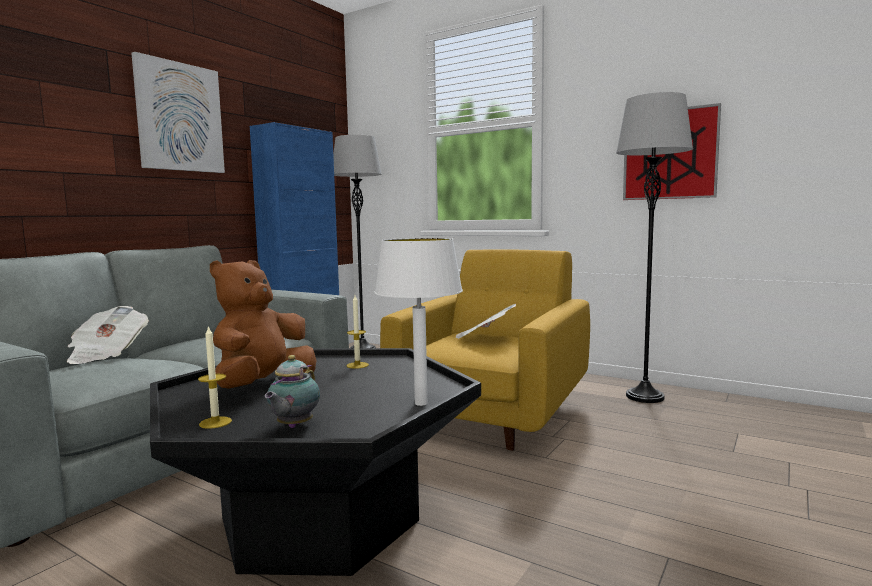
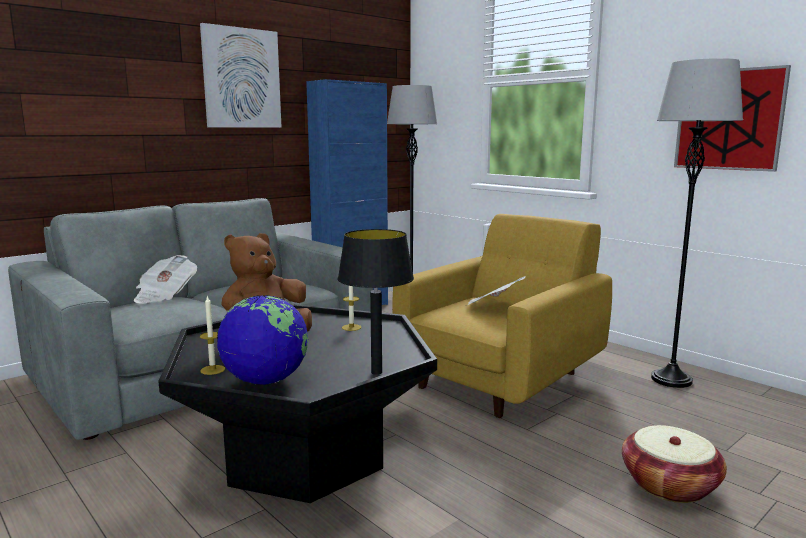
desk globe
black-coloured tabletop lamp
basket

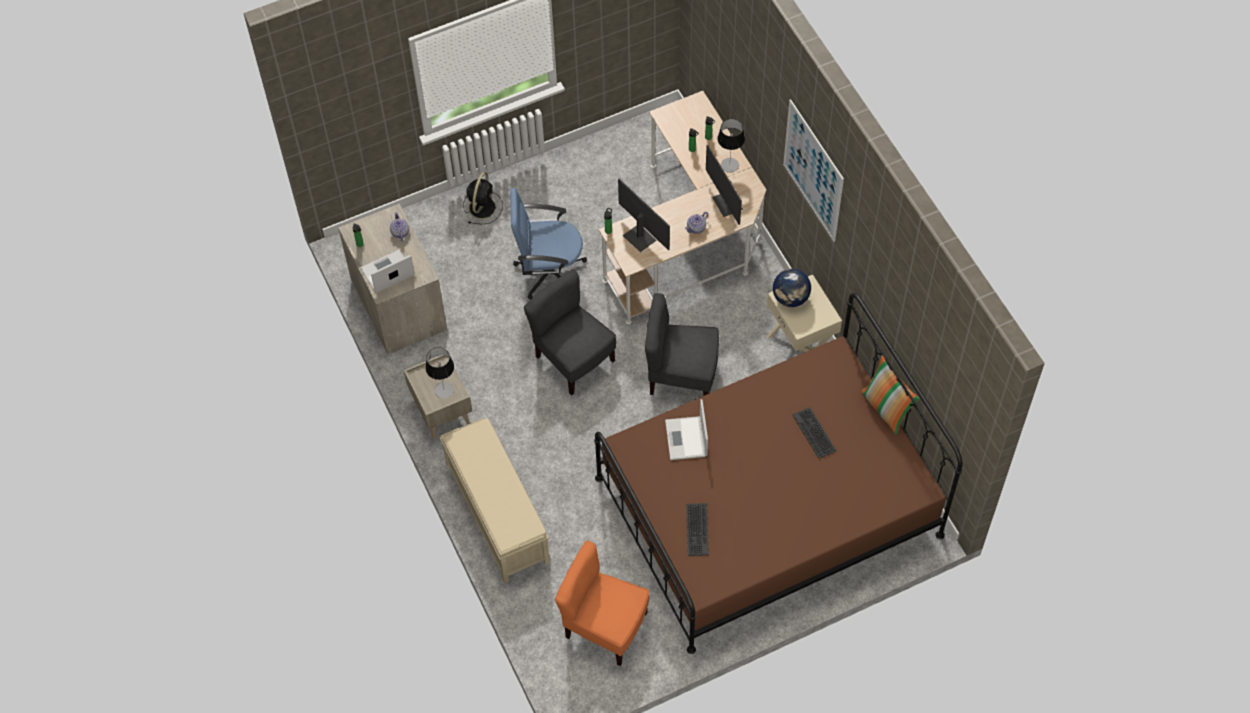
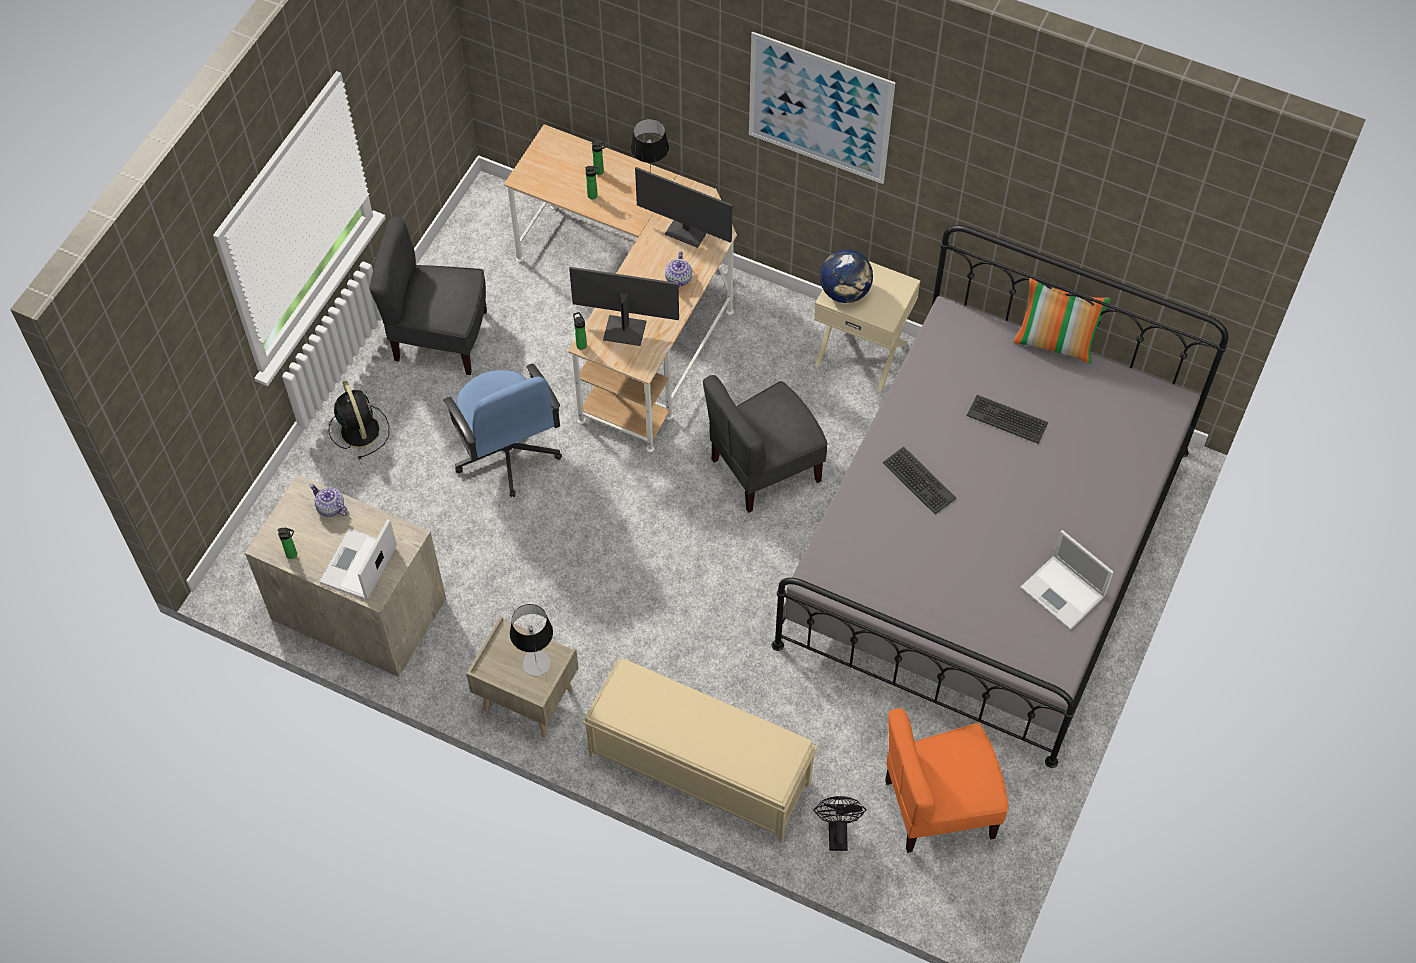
blue-coloured desk chair
greyish plain chair (no. 1 from left)
greyish bedroom bed
notebook computer (no. 2 from left)
PC keyboard (no. 1 from left)
black-coloured fan (no. 2 from left)

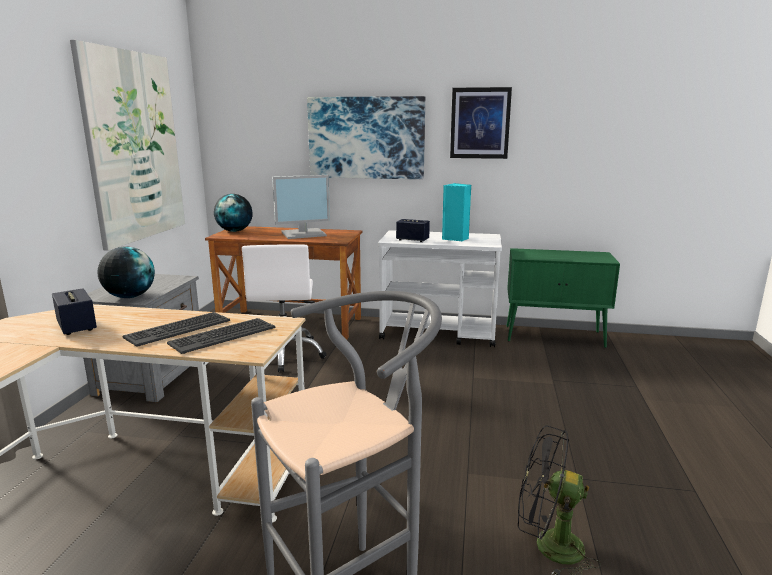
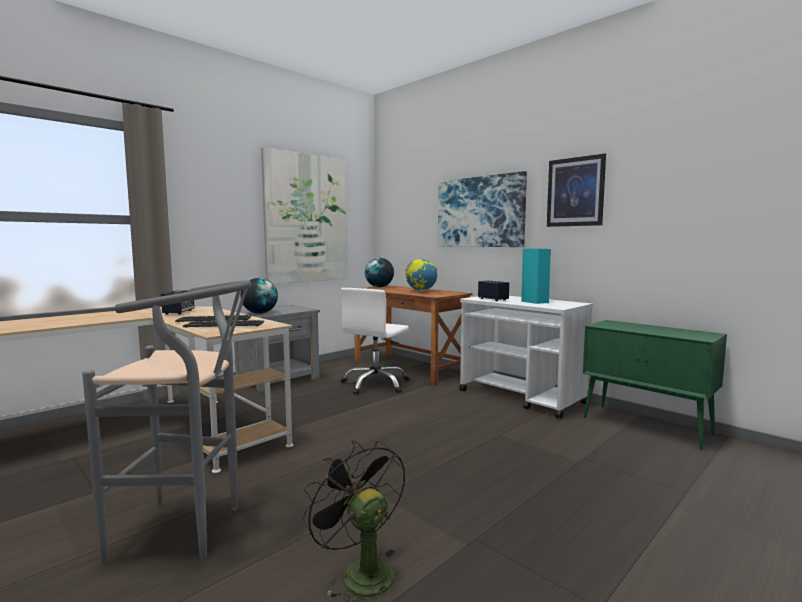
desk globe (no. 3 from left)

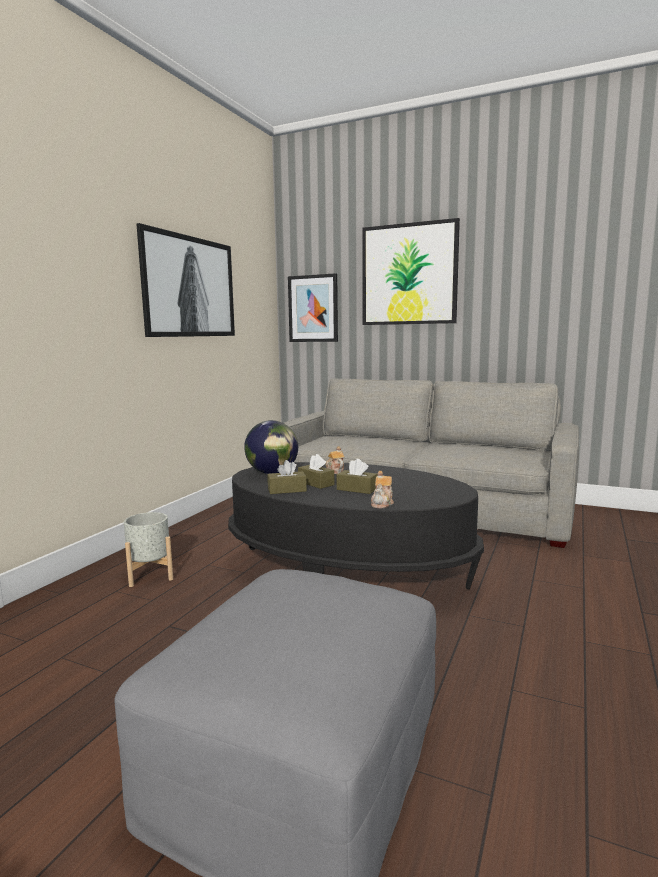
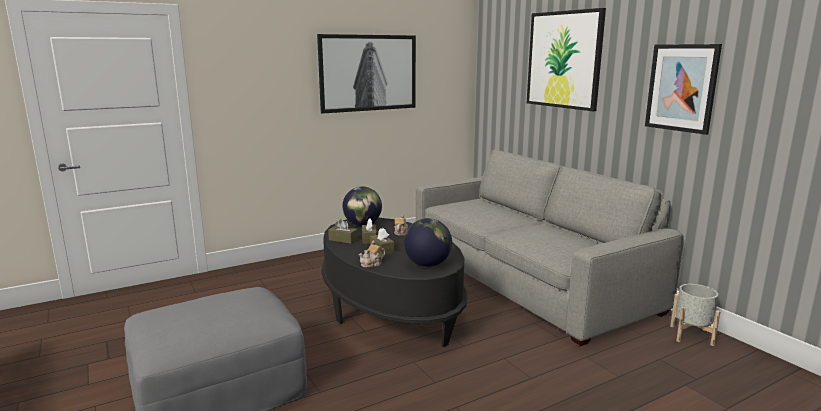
greyish flower pot
wall art (no. 3 from left)
desk globe (no. 2 from left)

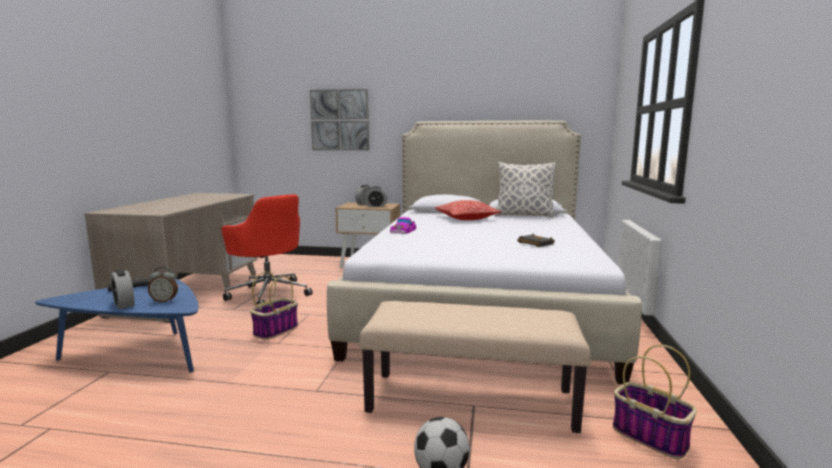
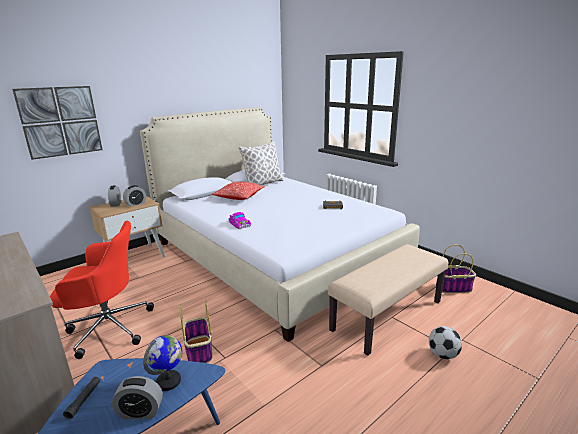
desk globe

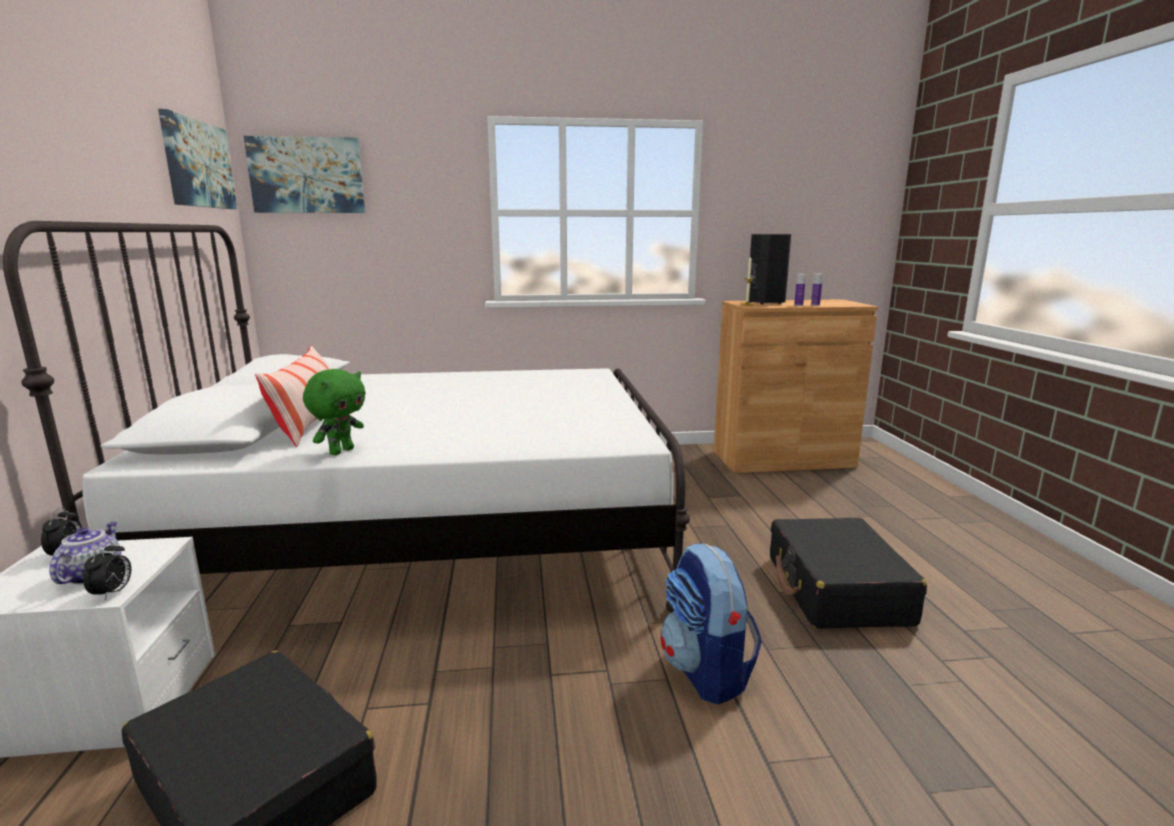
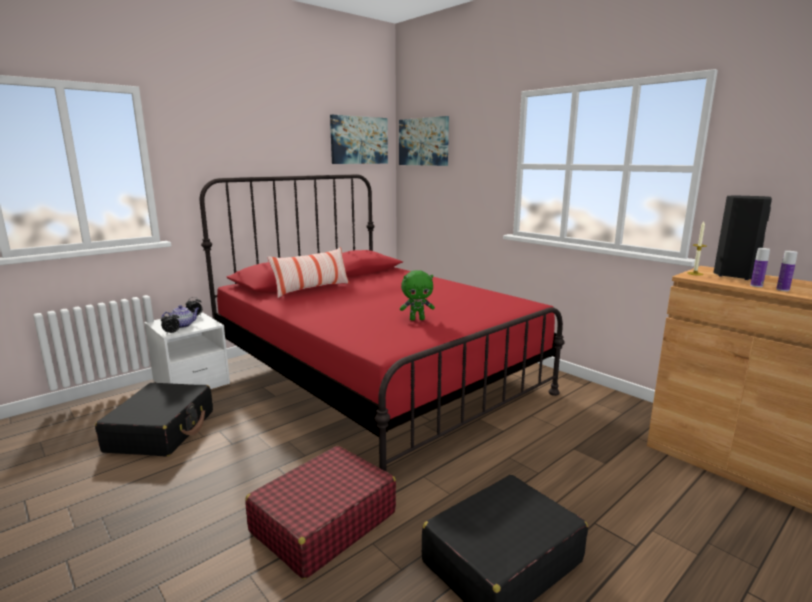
red-coloured bedroom bed
greenish plush toy
red-coloured piece of luggage

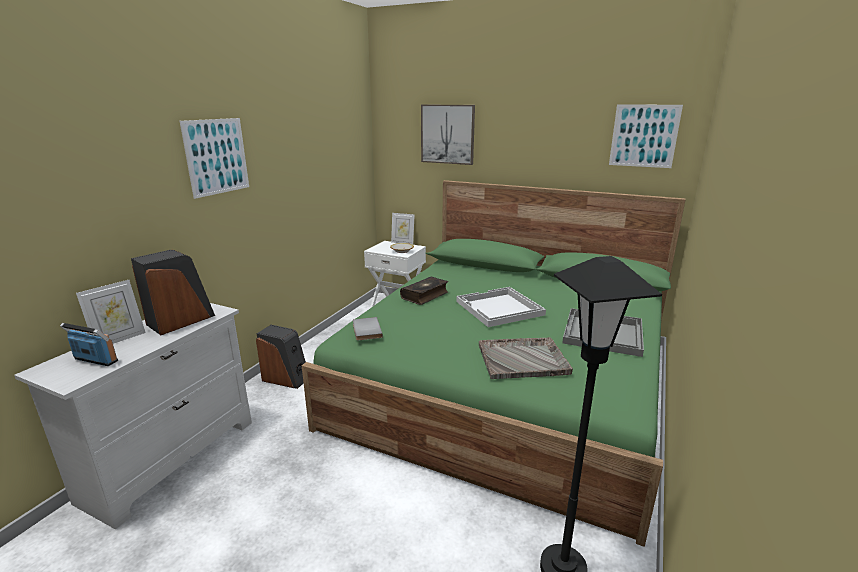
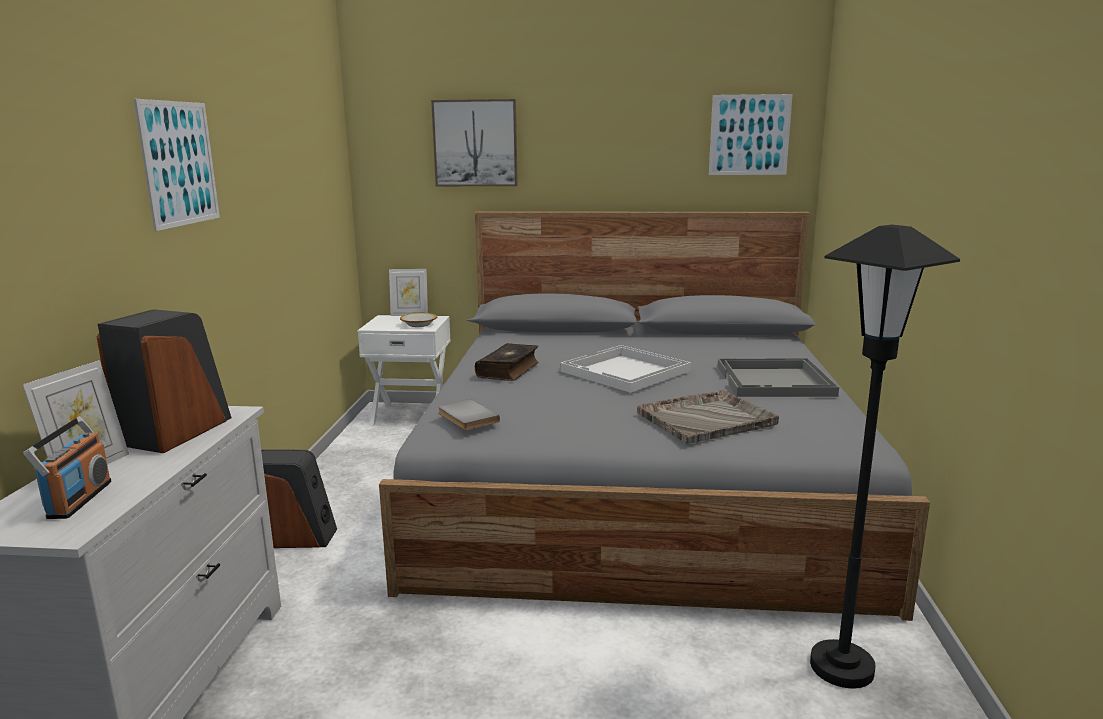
radio
greyish bedroom bed

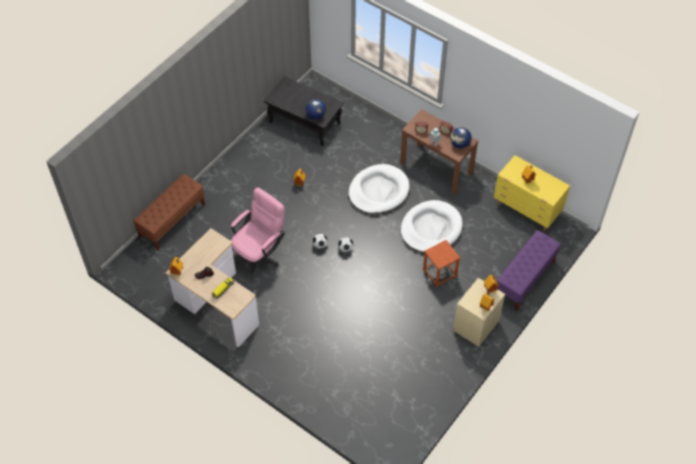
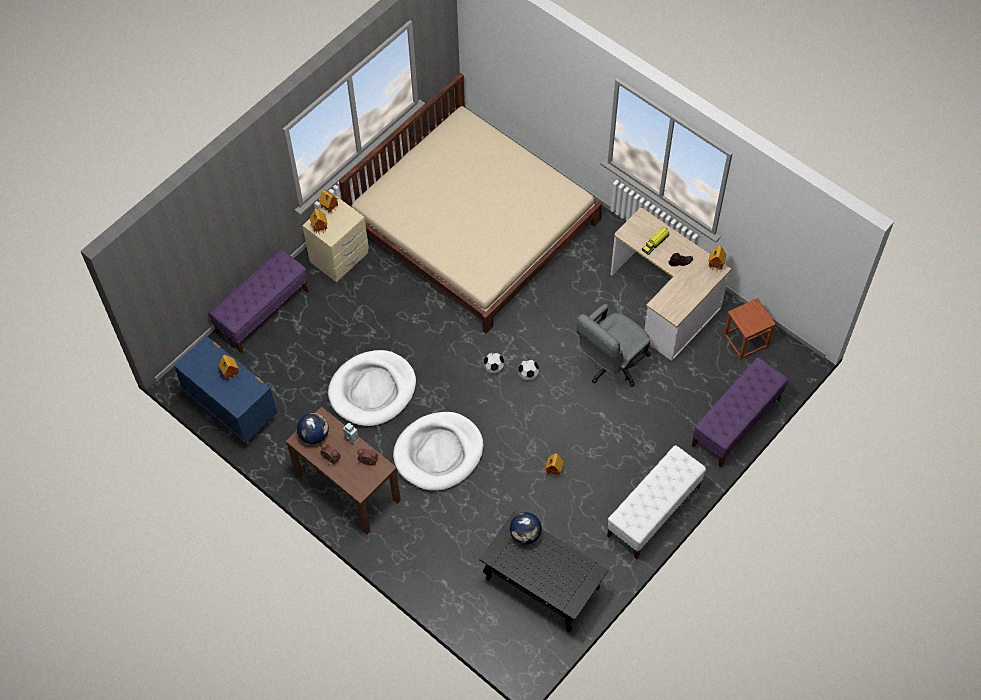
purplish long seat (no. 2 from left)
greyish desk chair
brown sitting stool
blue-coloured drawer chest
beige bedroom bed
white-coloured long seat

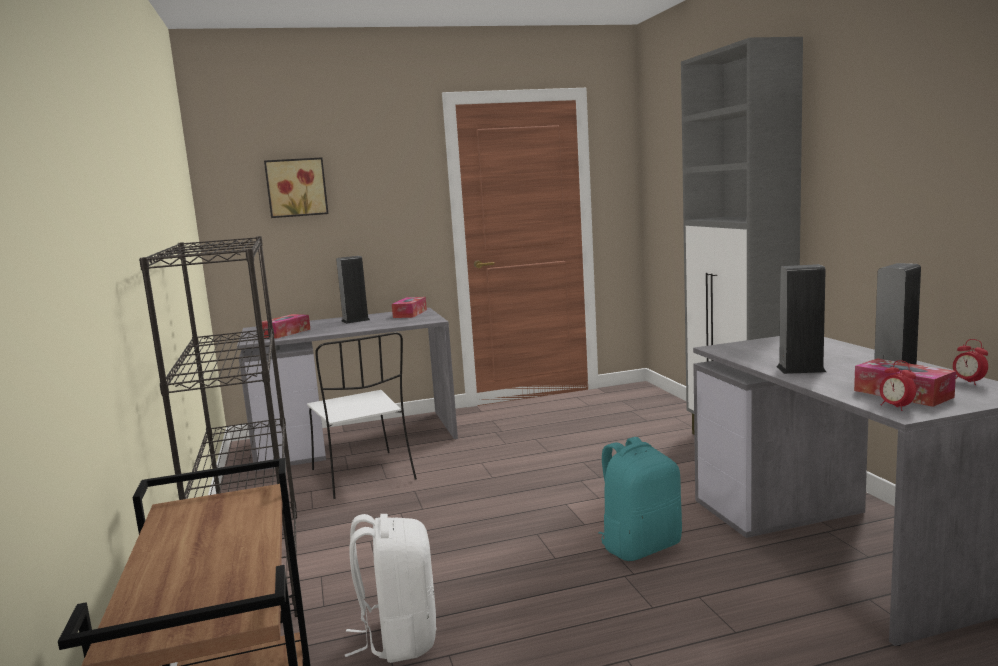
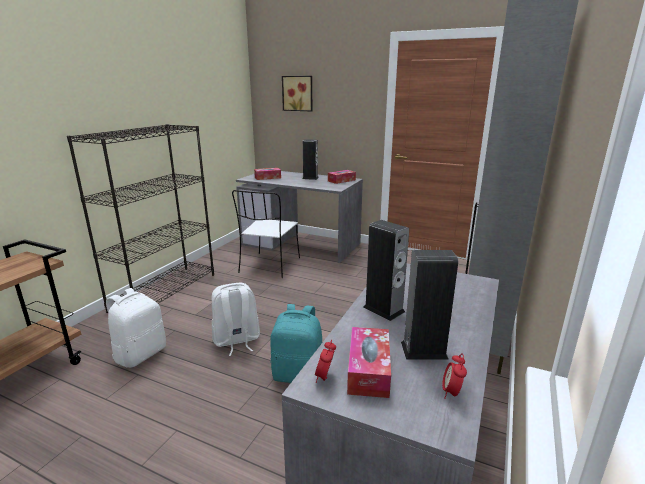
white-coloured knapsack (no. 2 from left)

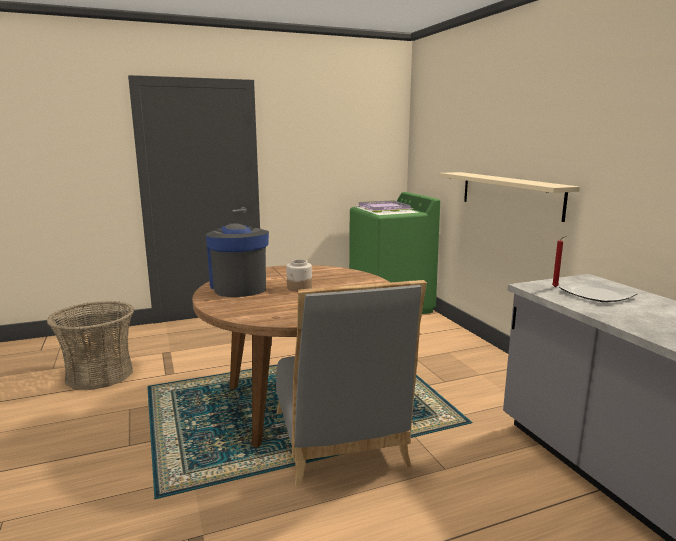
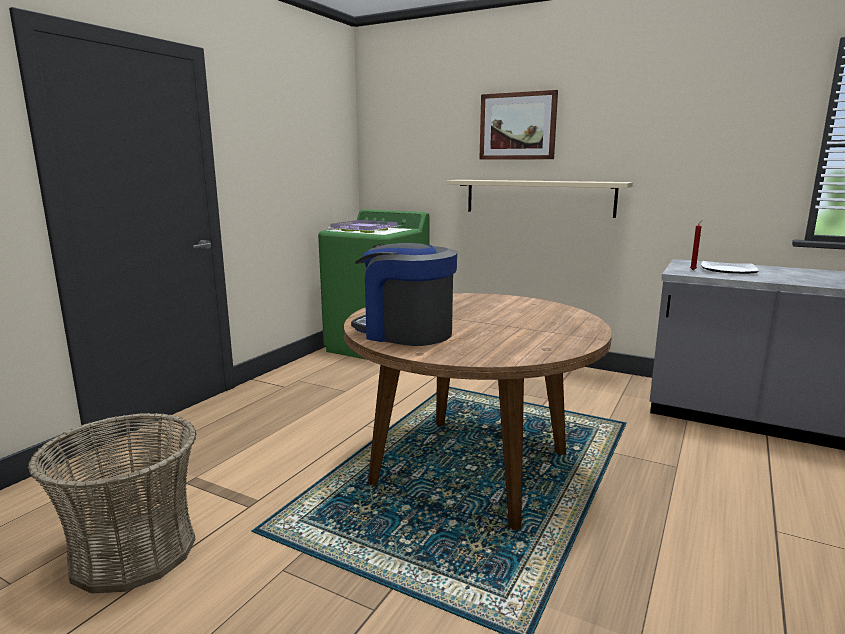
greyish plain chair
storage jar
wall art

